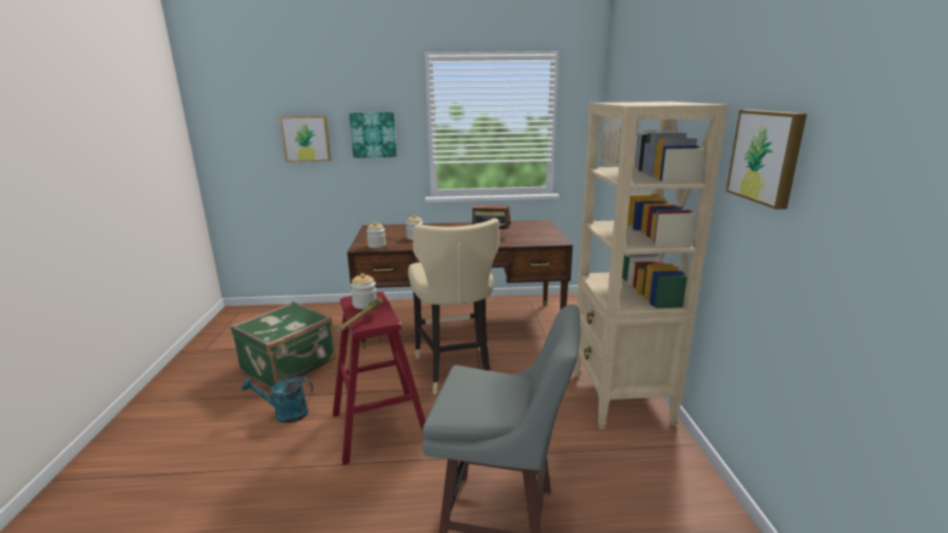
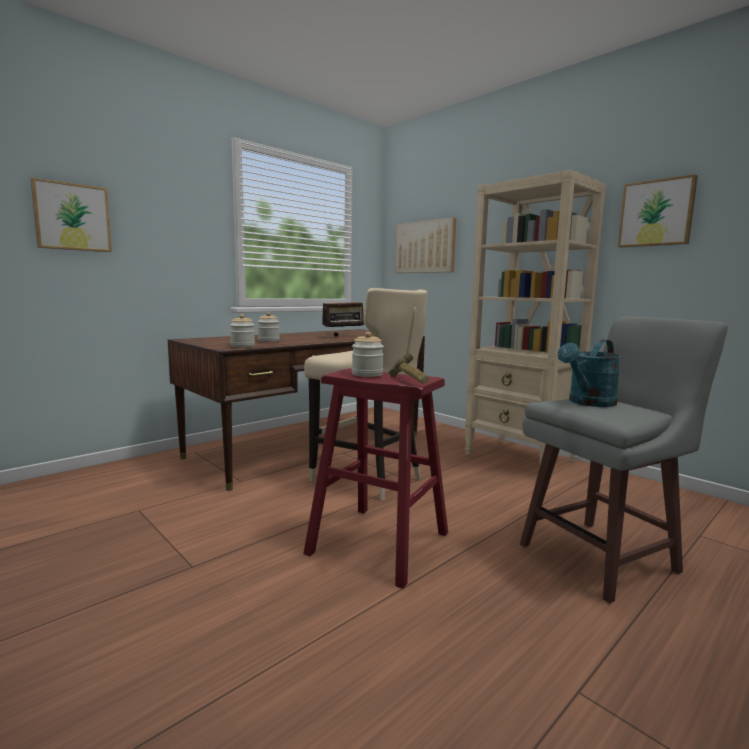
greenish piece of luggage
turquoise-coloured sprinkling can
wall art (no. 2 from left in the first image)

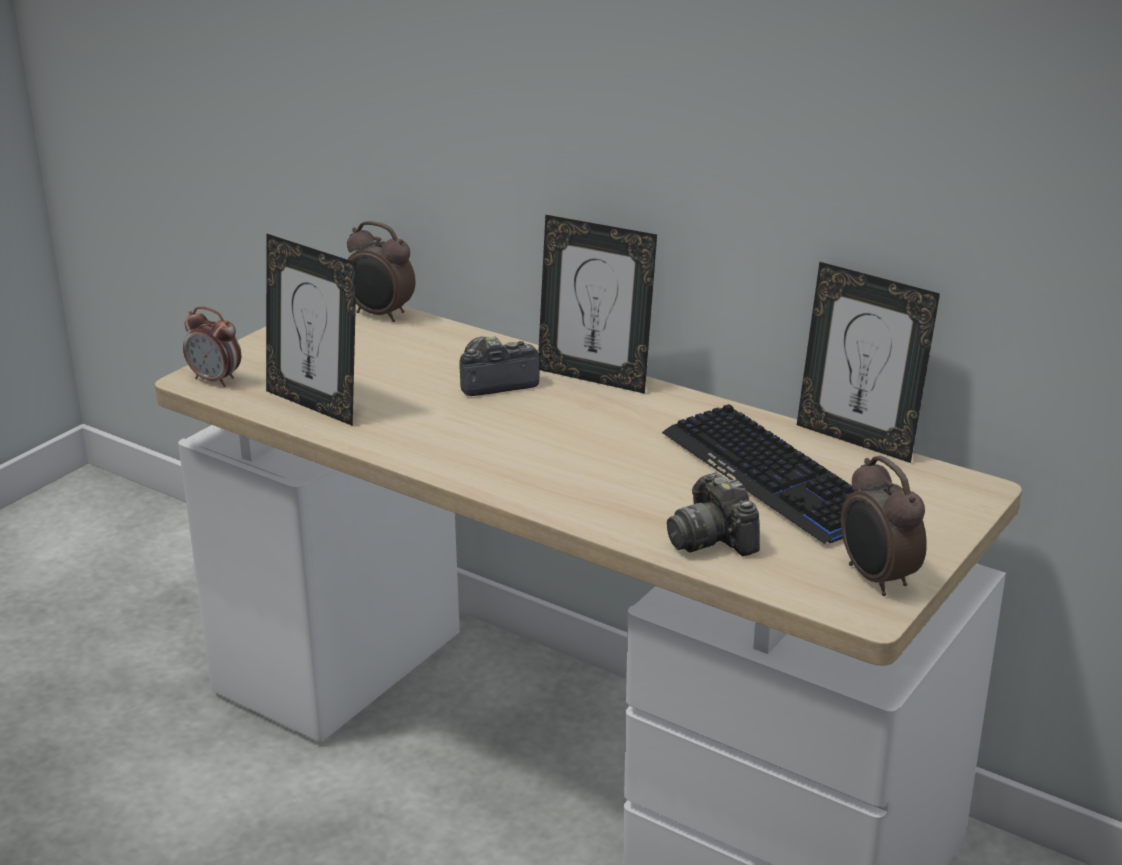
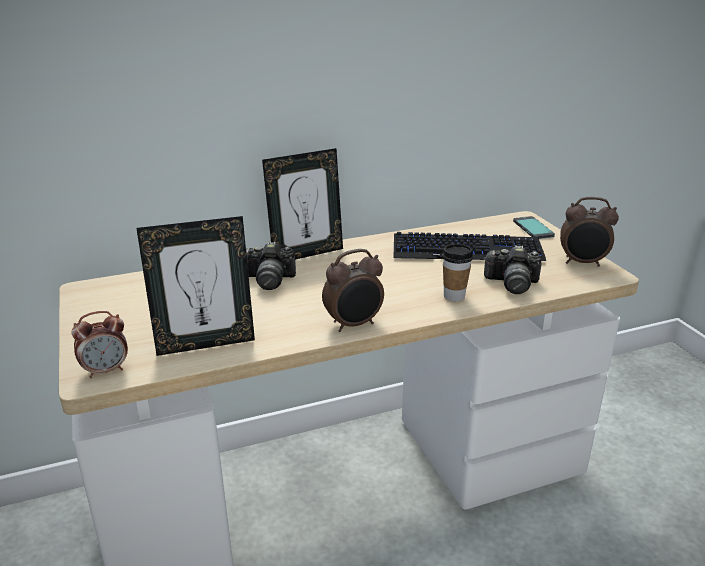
bedside clock (no. 2 from left)
still camera (no. 1 from left)
standing frame (no. 3 from left in the first image)
small cup
phone

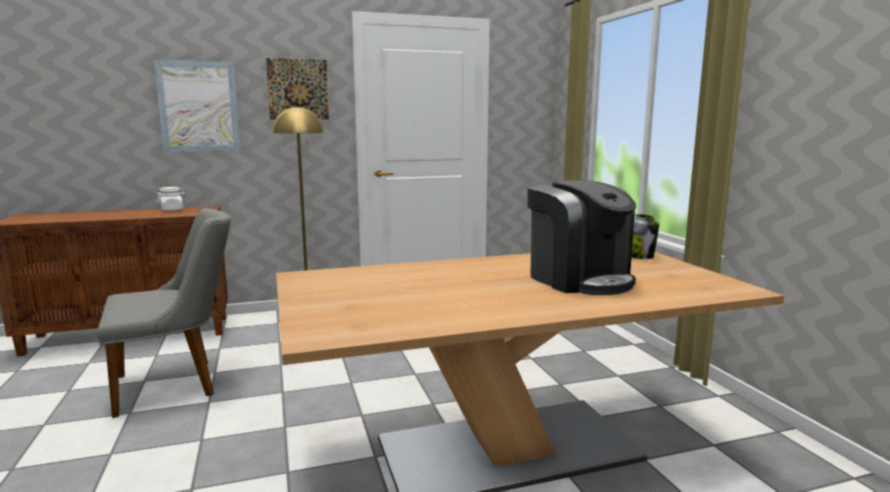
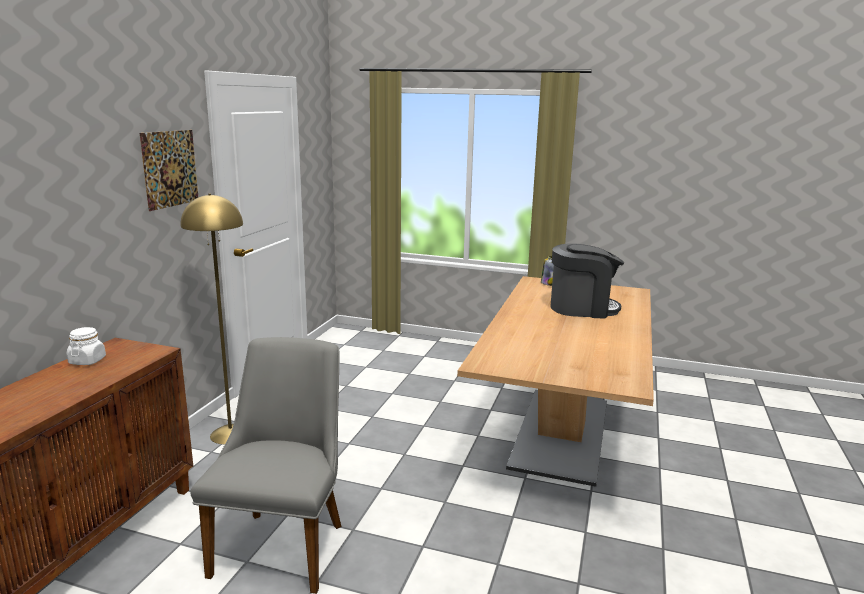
wall art (no. 1 from left in the first image)

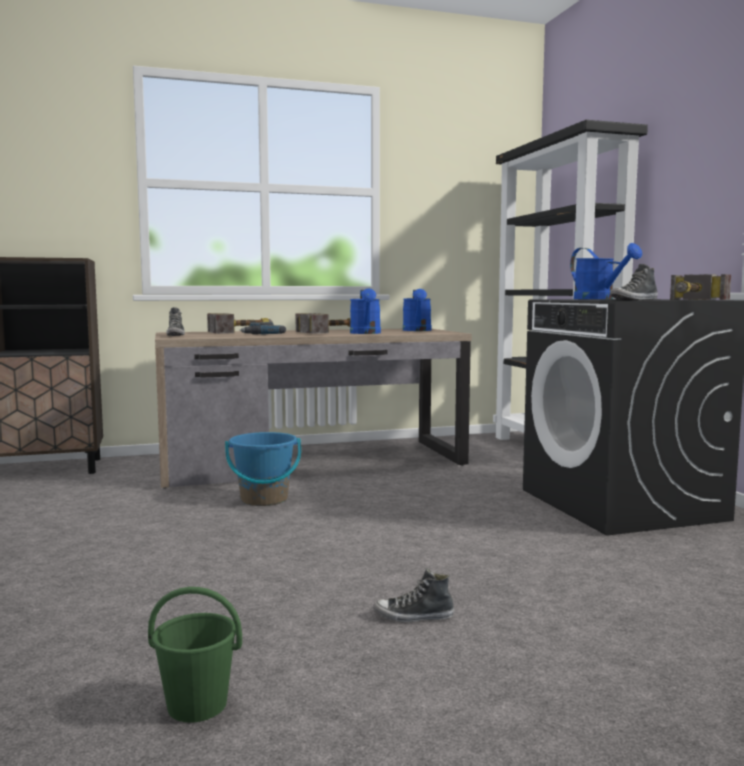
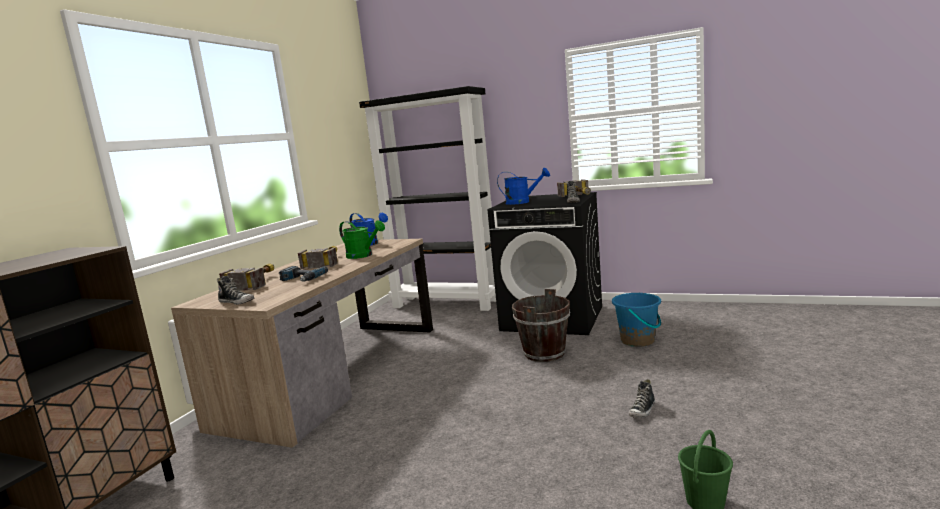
blue-coloured bucket
greenish sprinkling can
brown bucket

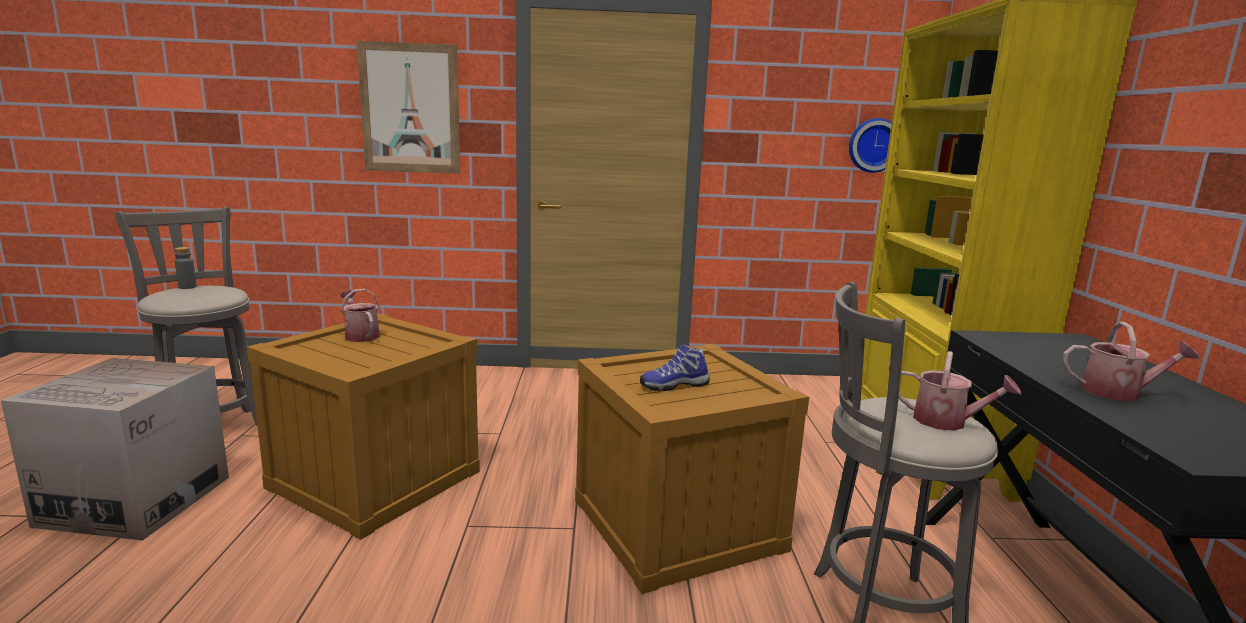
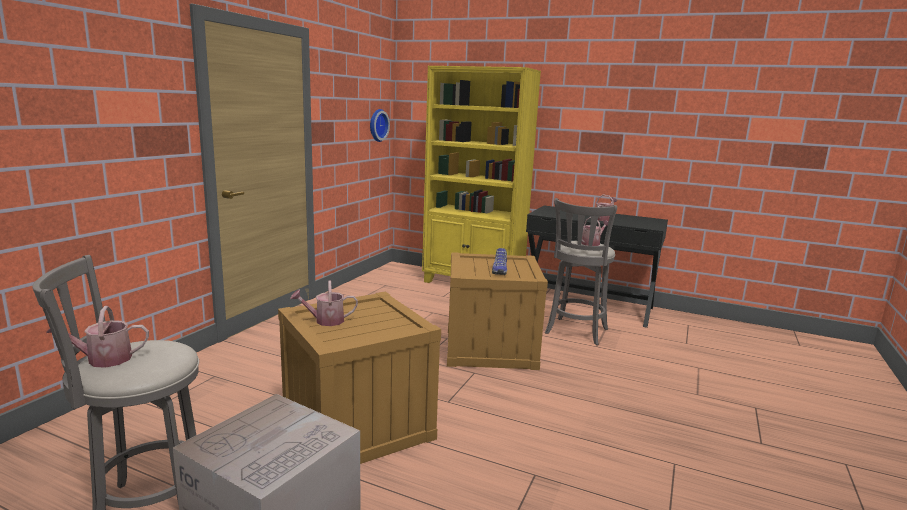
sprinkling can (no. 1 from left)
wall art

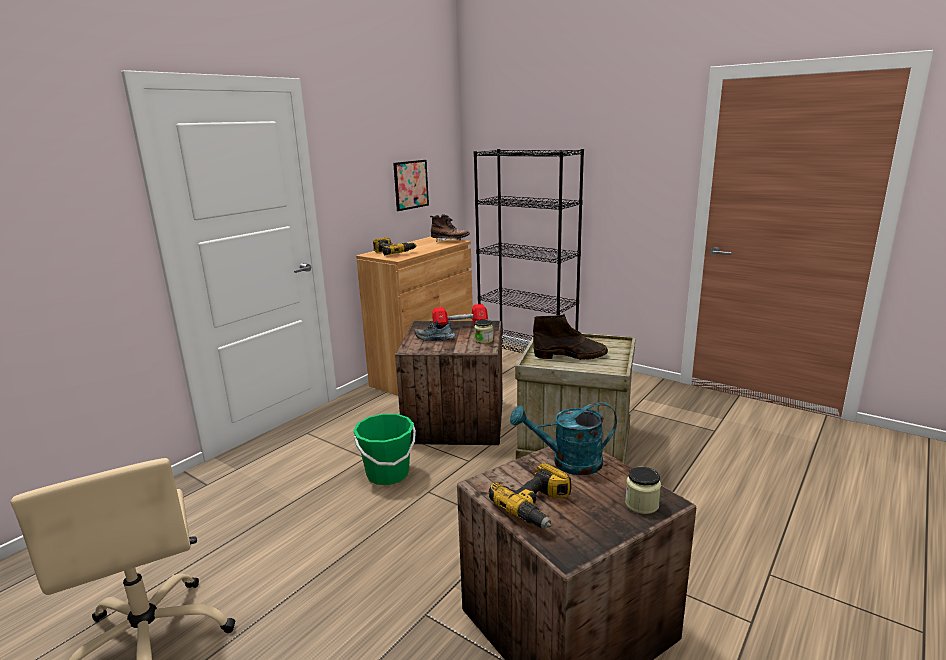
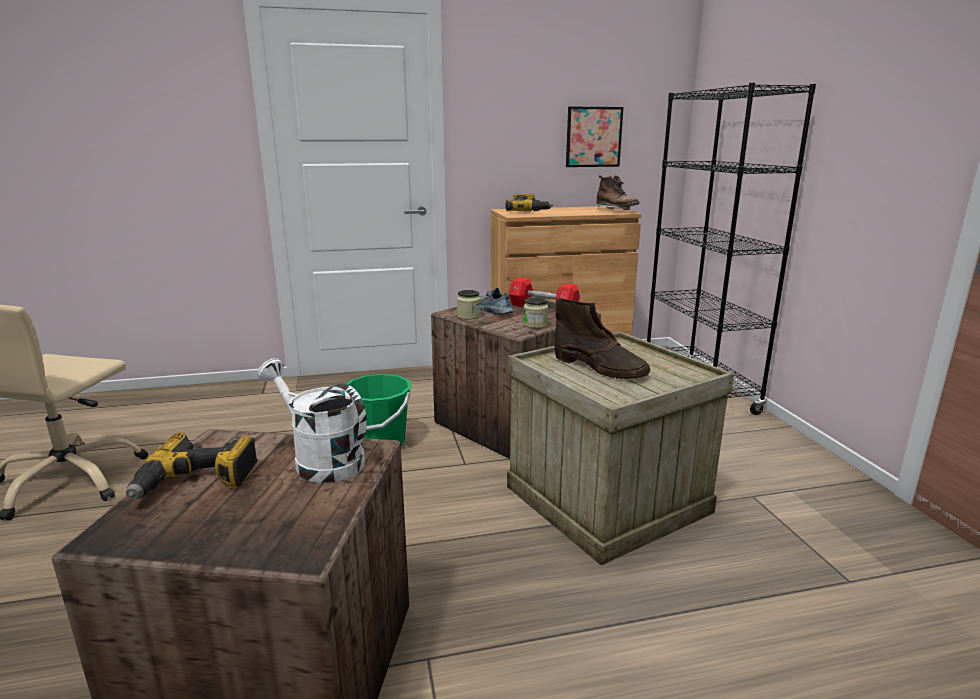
white-coloured sprinkling can
storage jar (no. 1 from left)

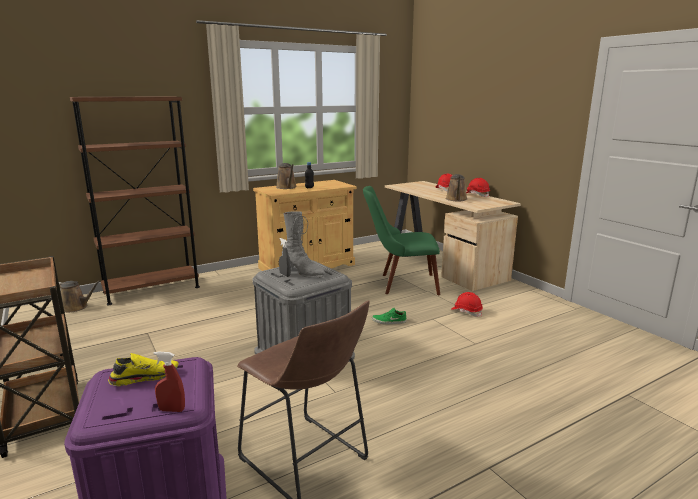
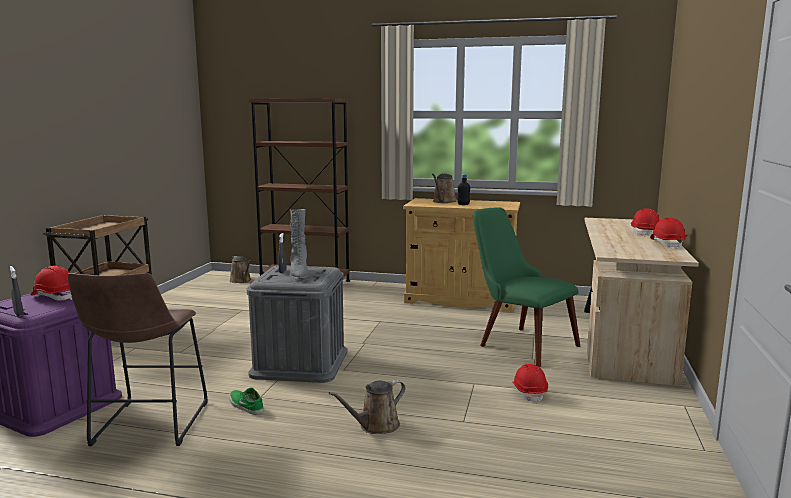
red-coloured safety helmet (no. 1 from left)
greyish hand sprayer (no. 1 from left)
greenish item of footwear
brown sprinkling can (no. 2 from left)

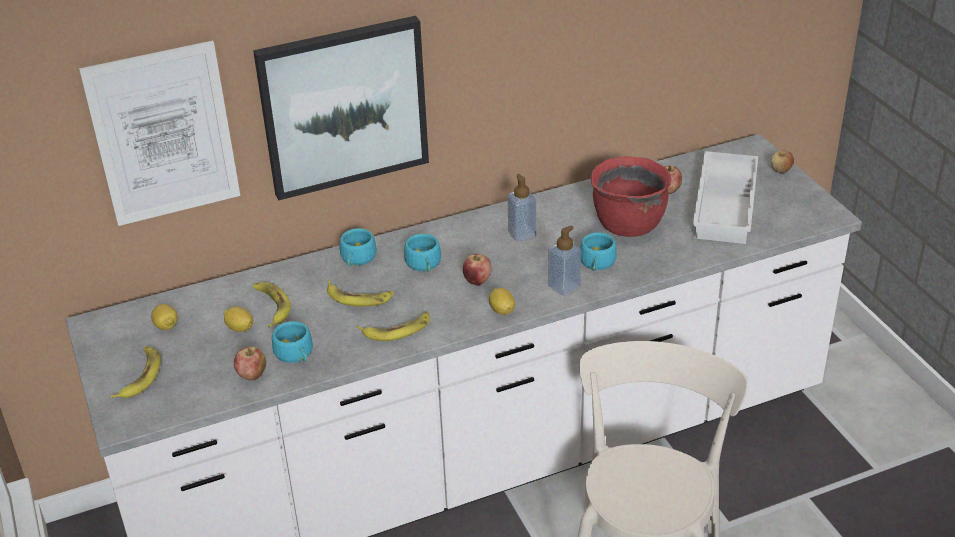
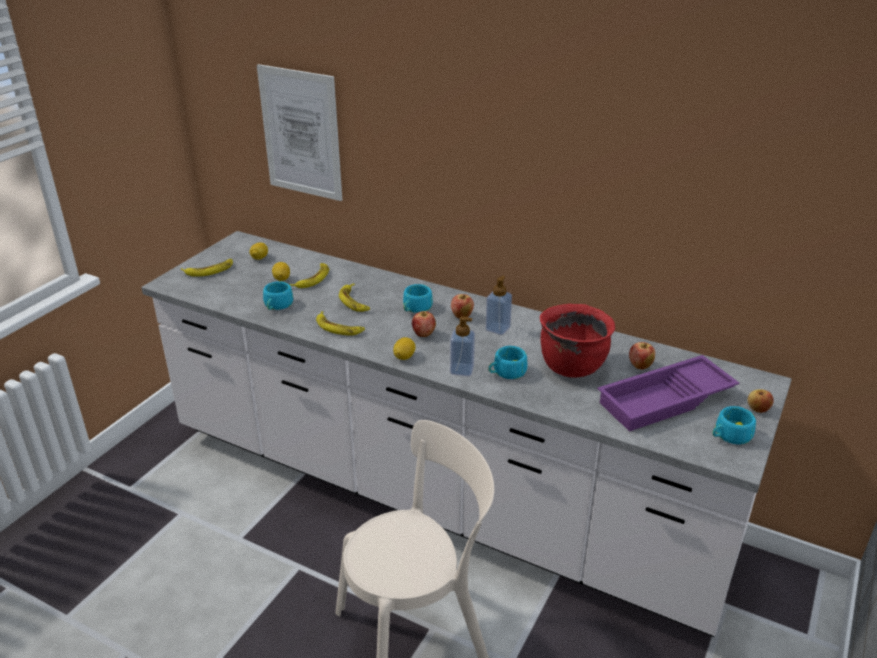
apple (no. 2 from left)
wall art (no. 2 from left in the first image)
turquoise-coloured small cup (no. 4 from left)
purplish tray

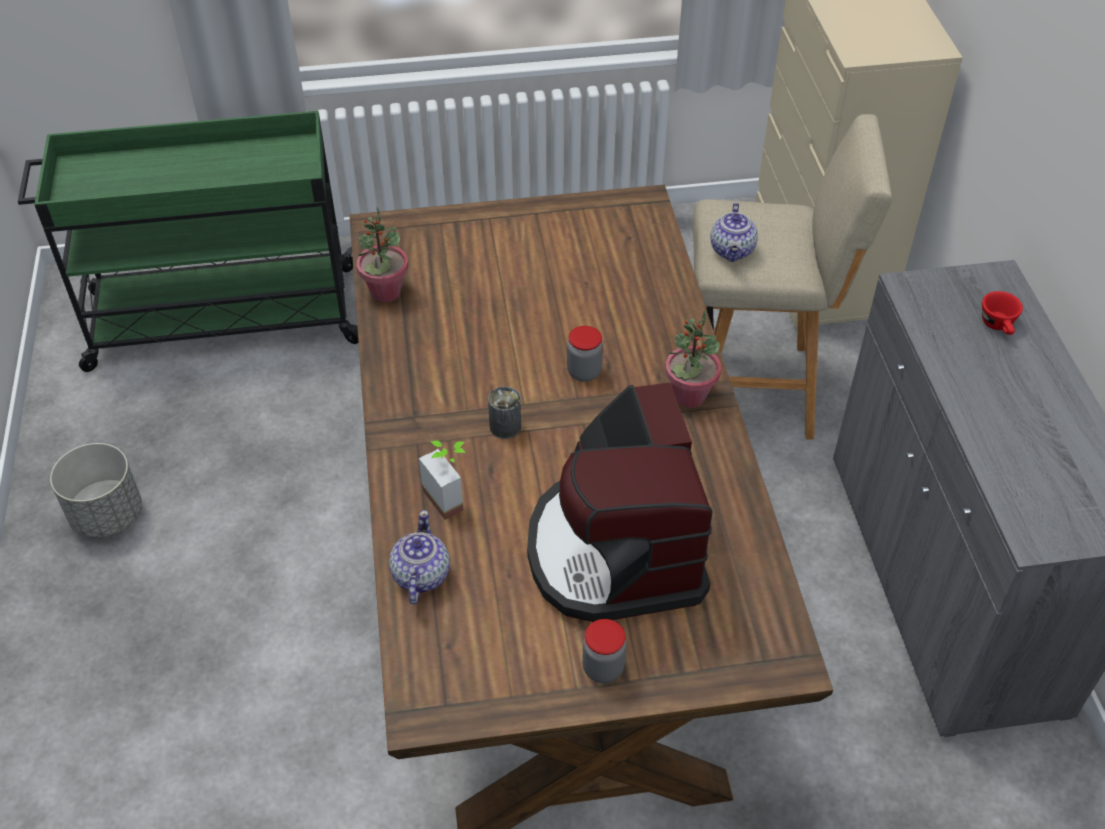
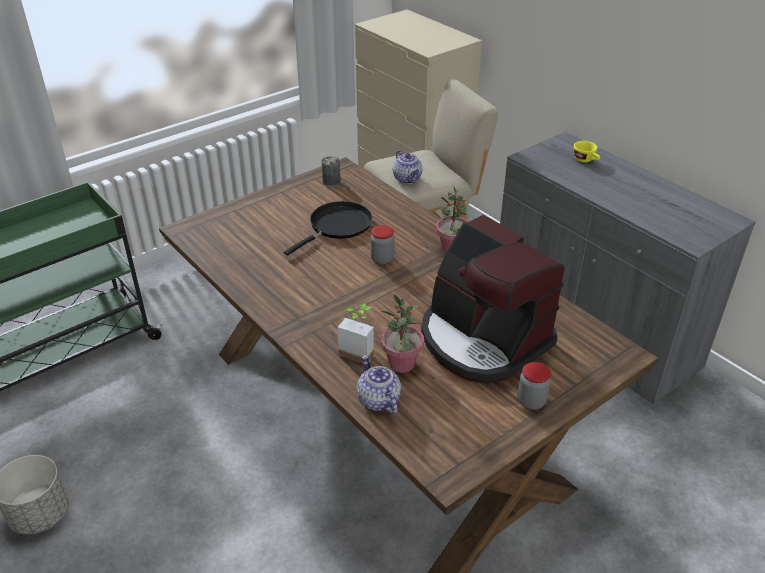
houseplant (no. 2 from left)
sealed can
yellow-coloured small cup
black-coloured pan

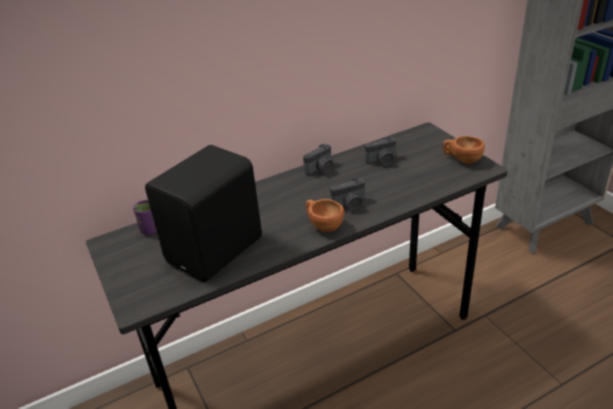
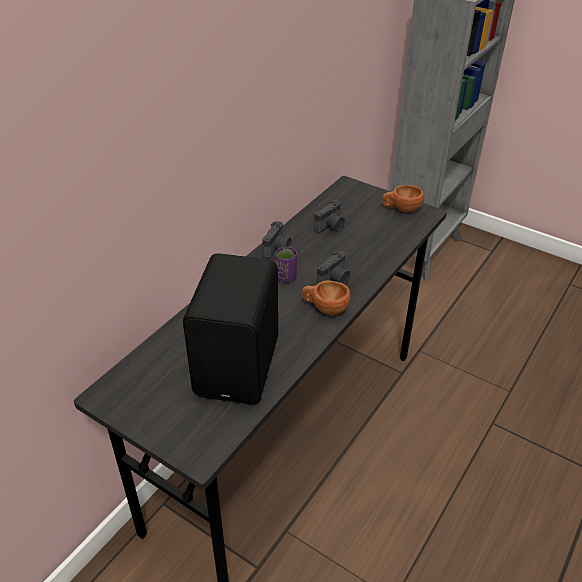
purplish small cup

